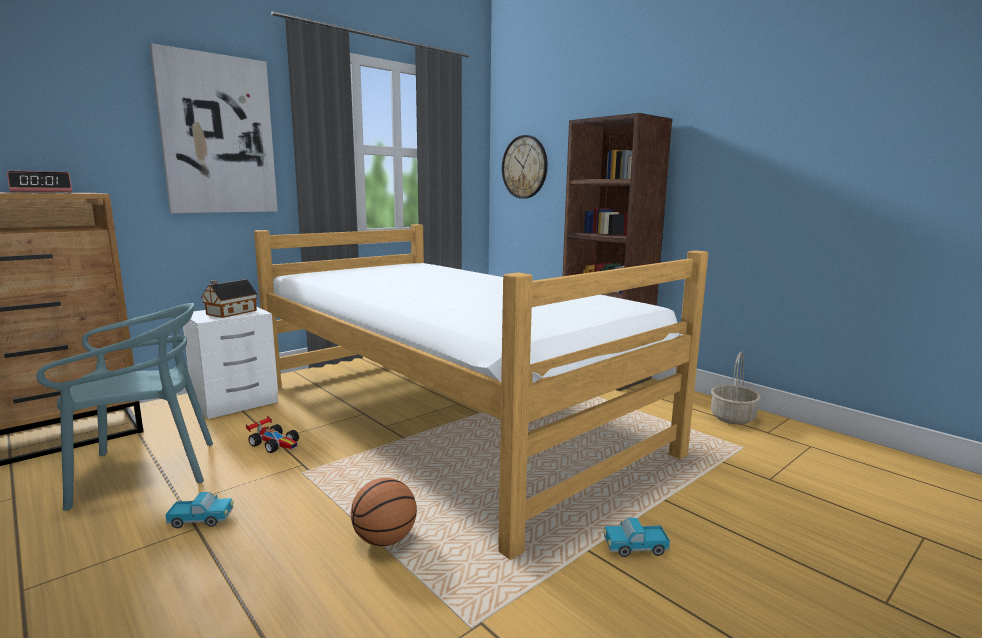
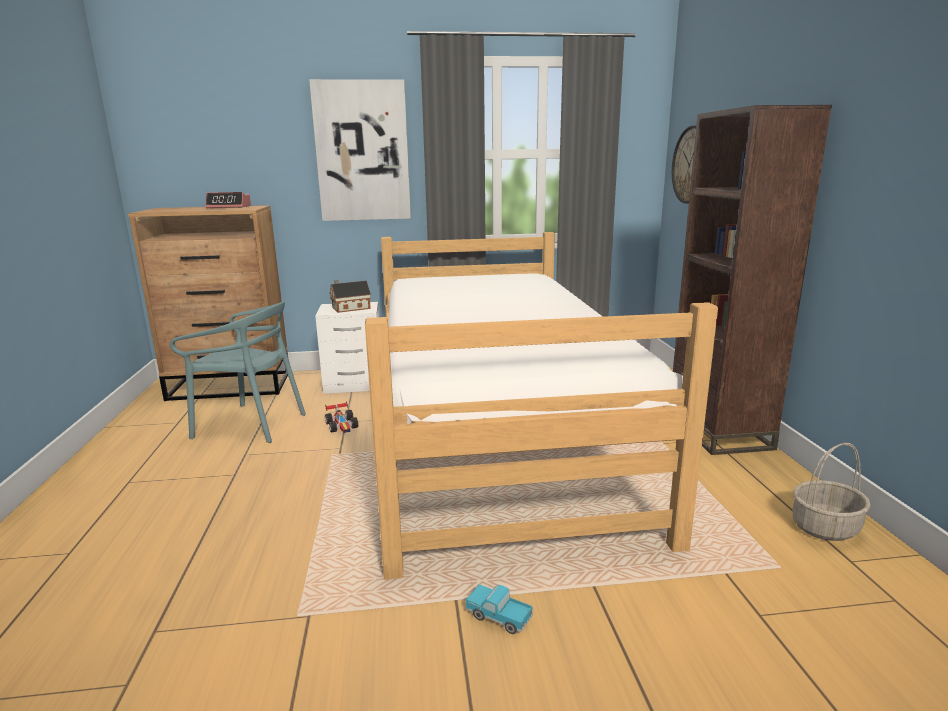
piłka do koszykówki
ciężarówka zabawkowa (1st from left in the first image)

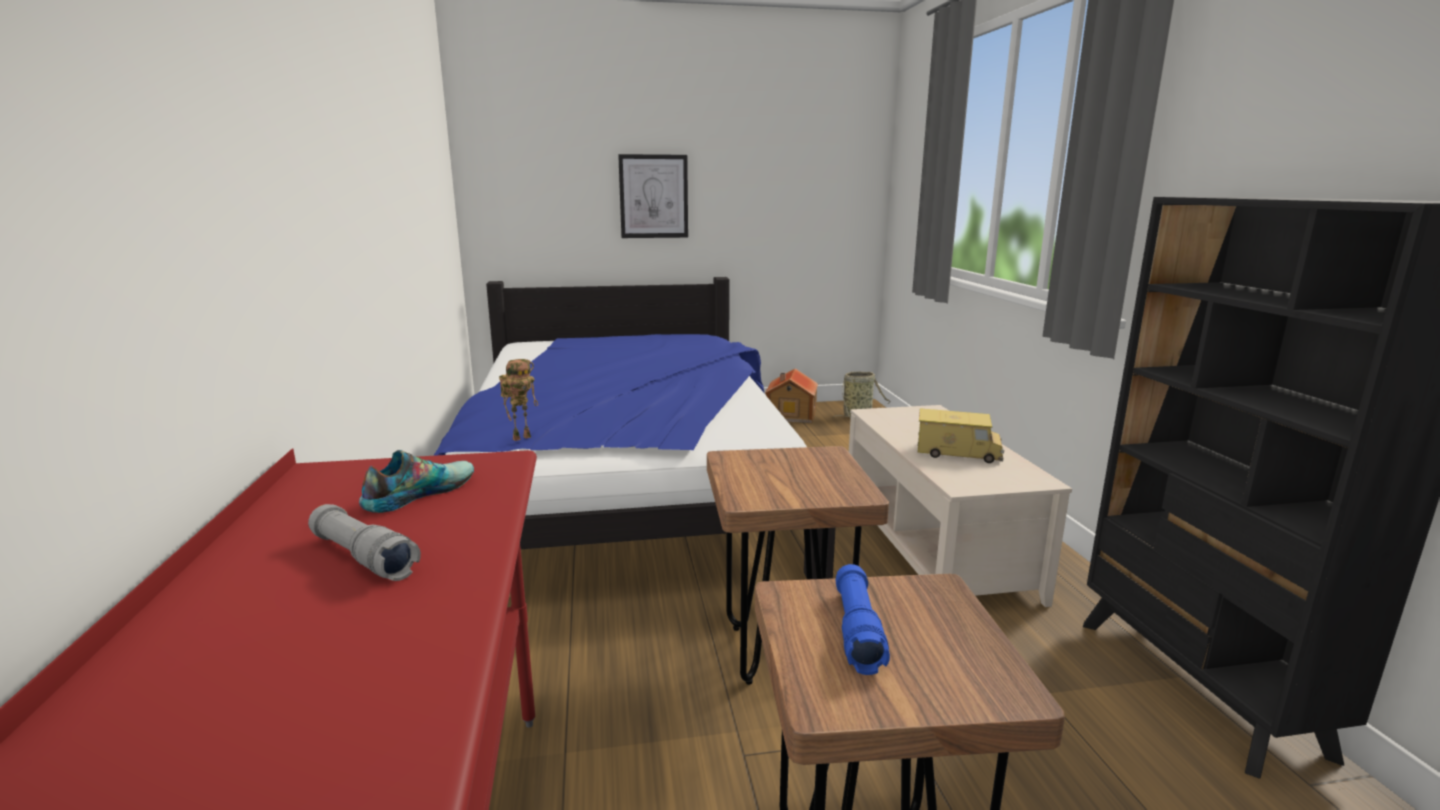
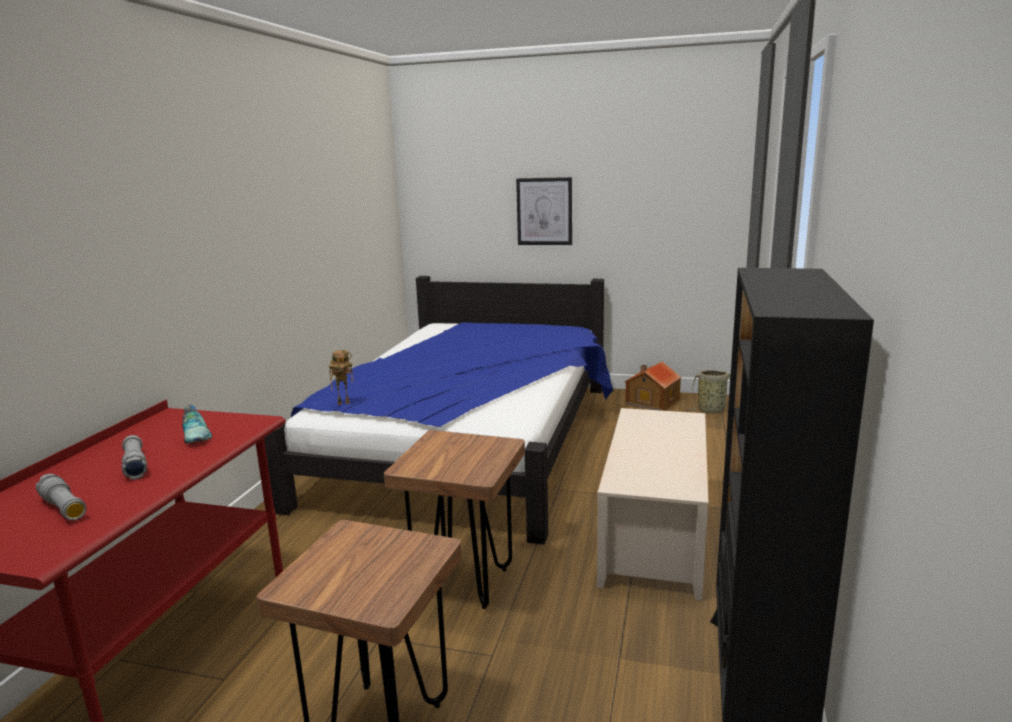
ciężarówka zabawkowa
but
latarka (niebieski)
latarka (szary) (1st from left)

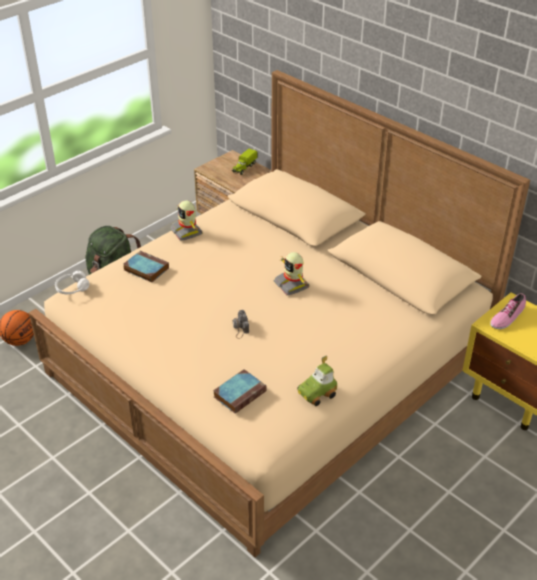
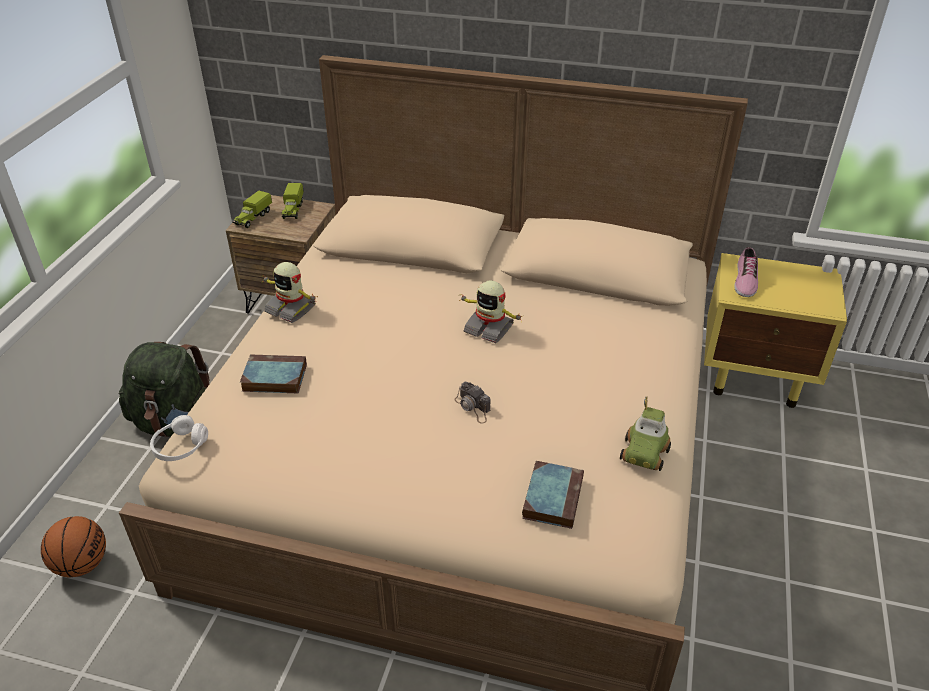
ciężarówka zabawkowa (1st from left)

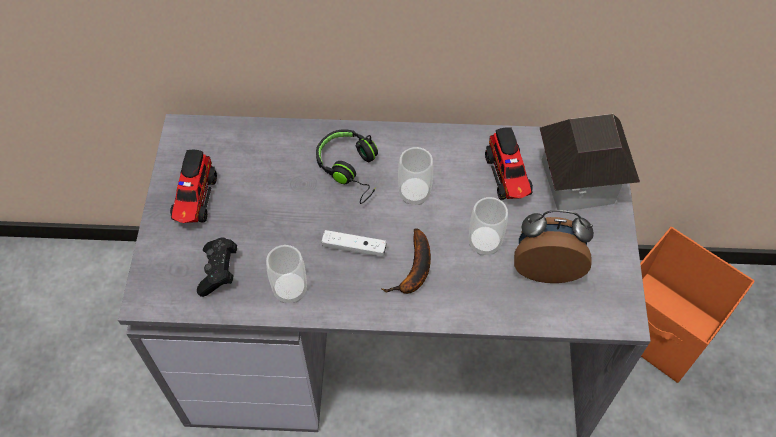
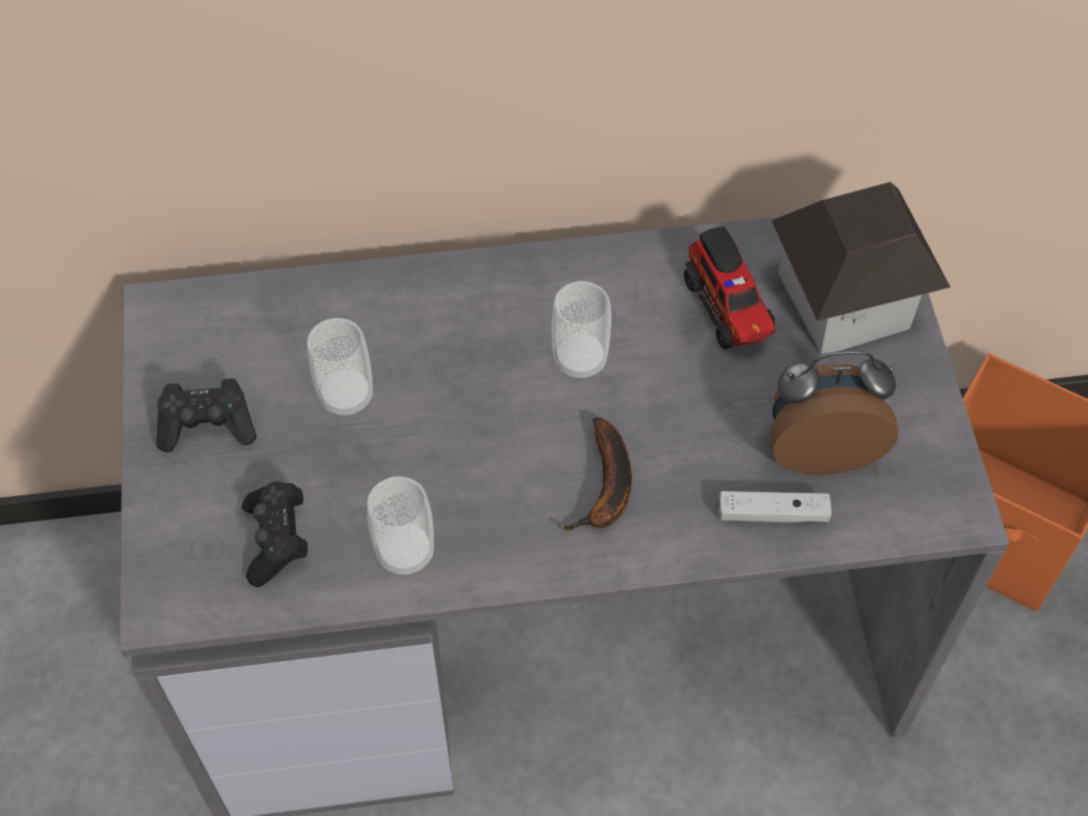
słuchawki (czarny)
pad do gier (czarny) (1st from left)
filiżanka (1st from left)
pad do gier (biały)

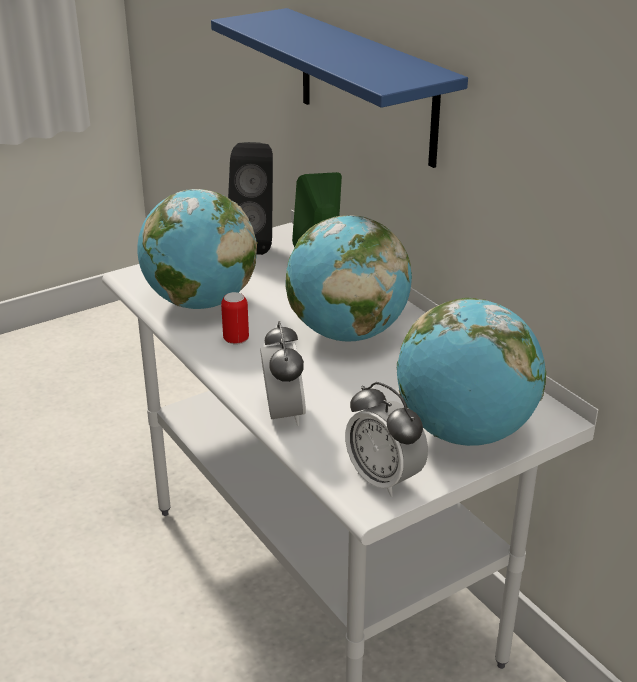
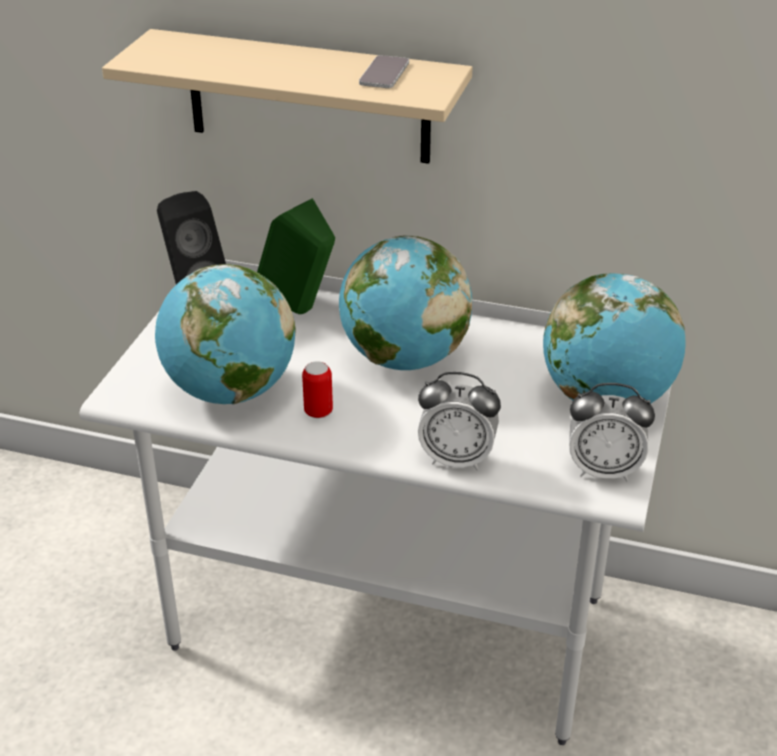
półka (beżowy)
budzik (1st from left)
telefon

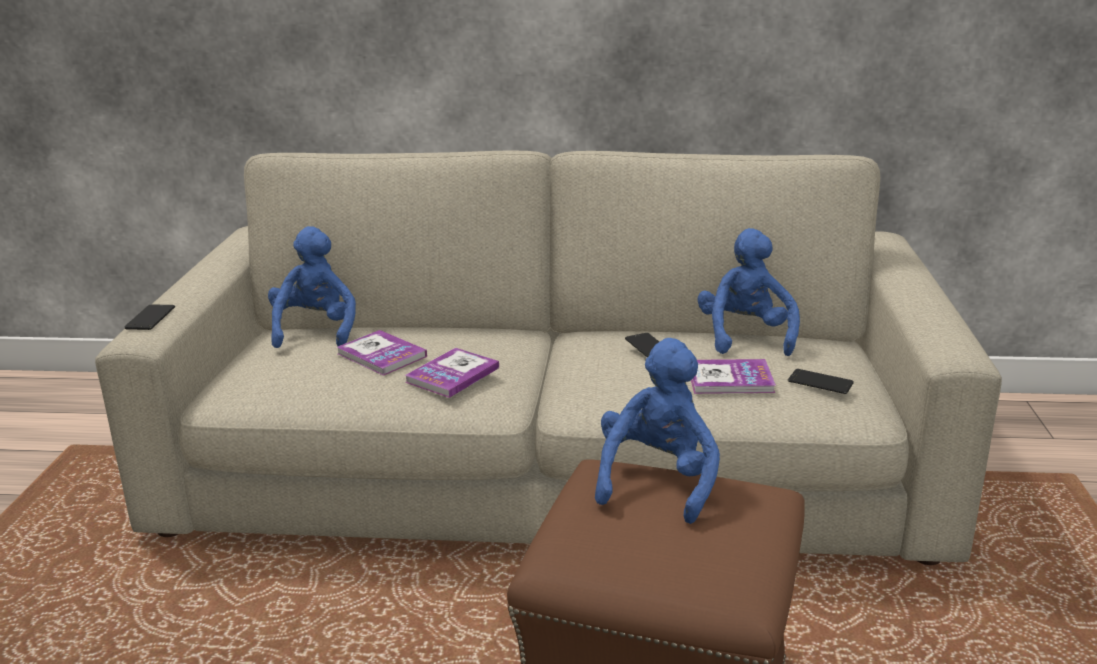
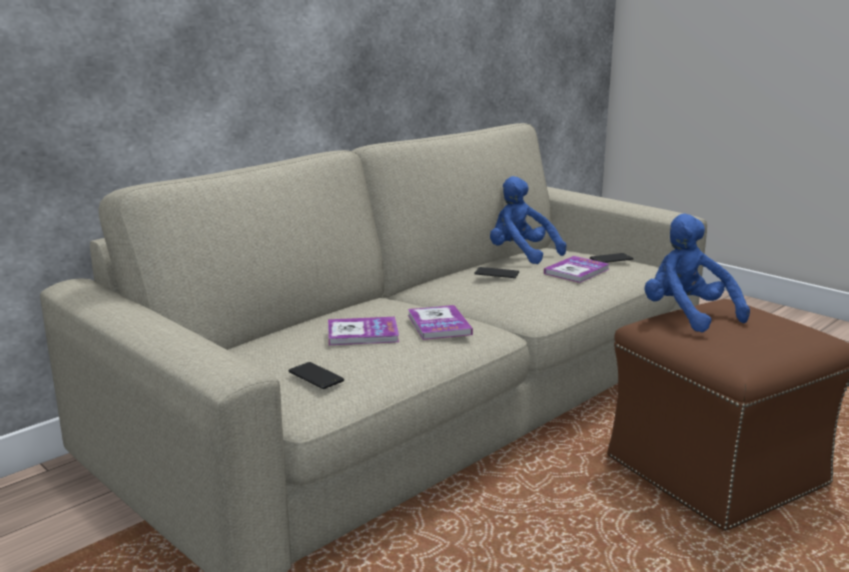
pluszak (niebieski) (1st from left in the first image)
telefon (1st from left)

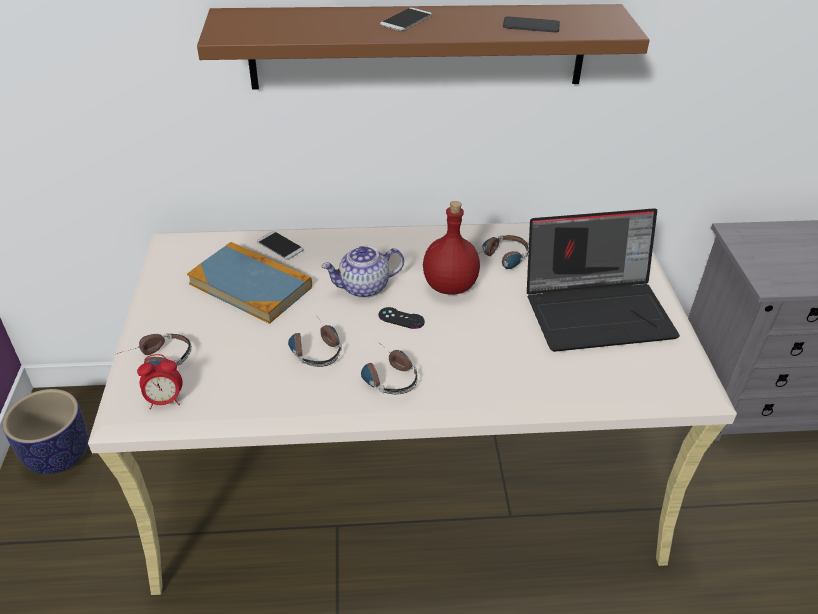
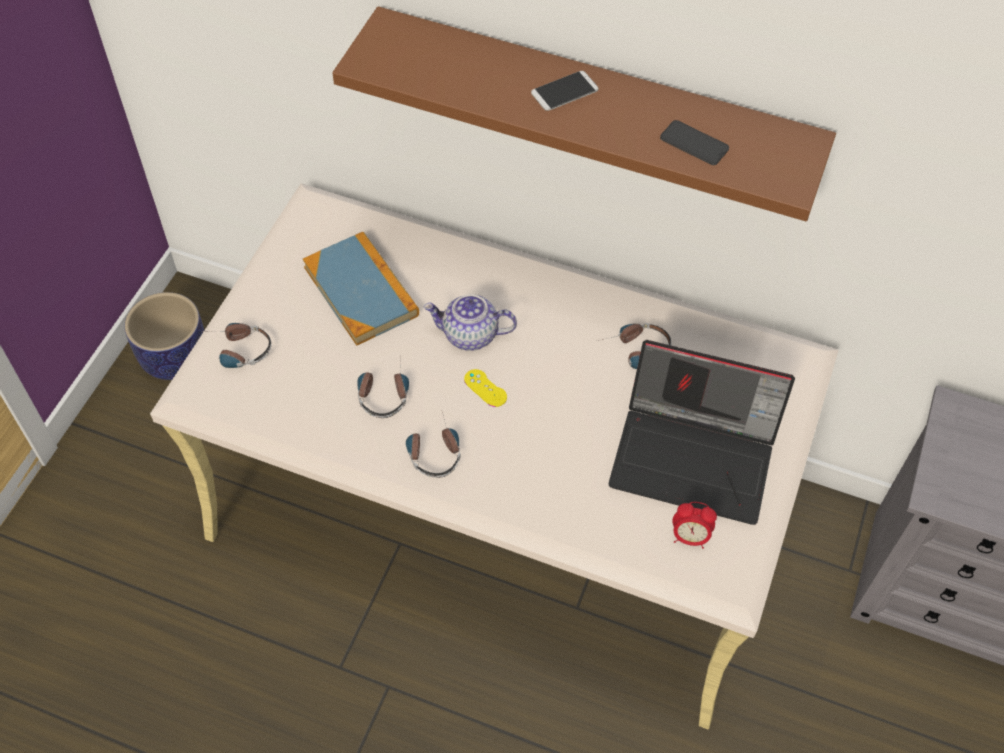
butelka (czerwony)
telefon (1st from left in the first image)
pad do gier (żółty)
budzik

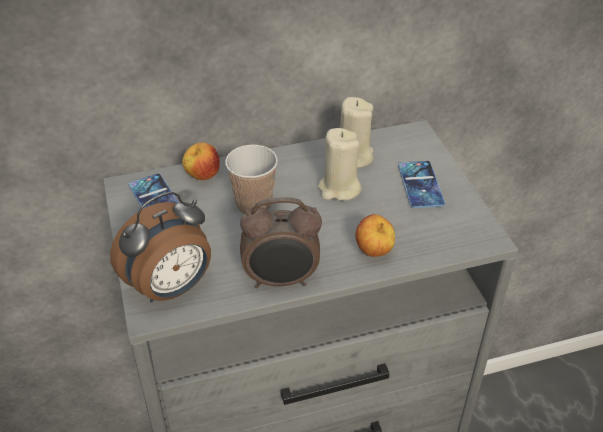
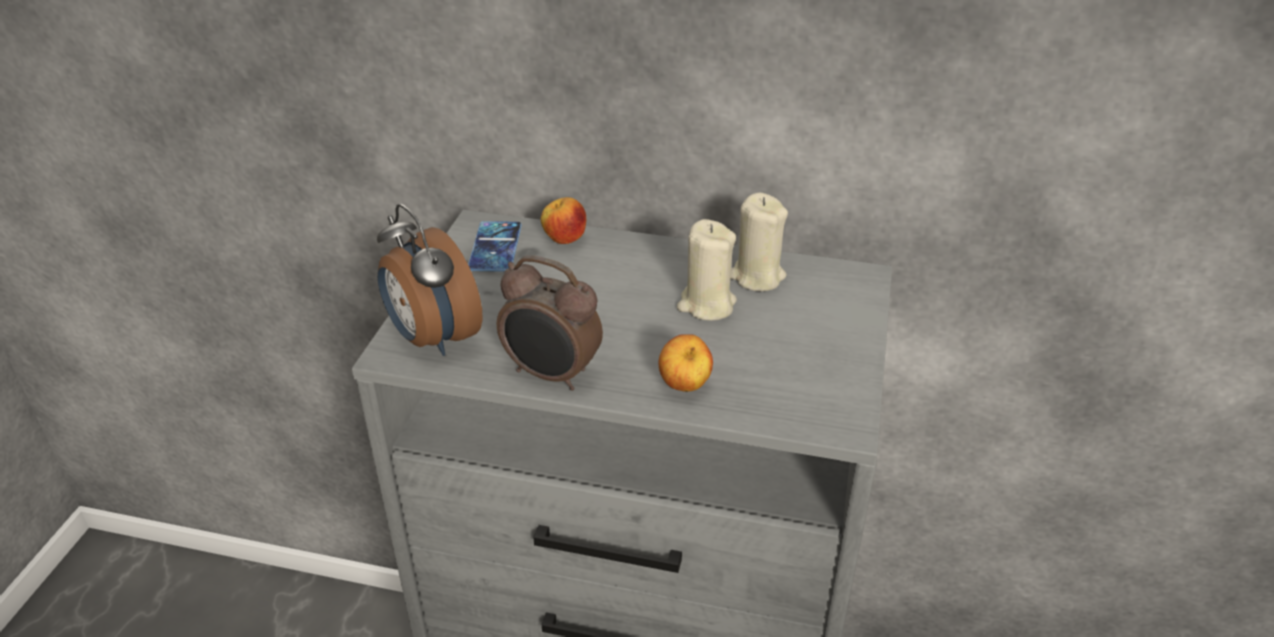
filiżanka
telefon (2nd from left in the first image)
budzik (1st from left)

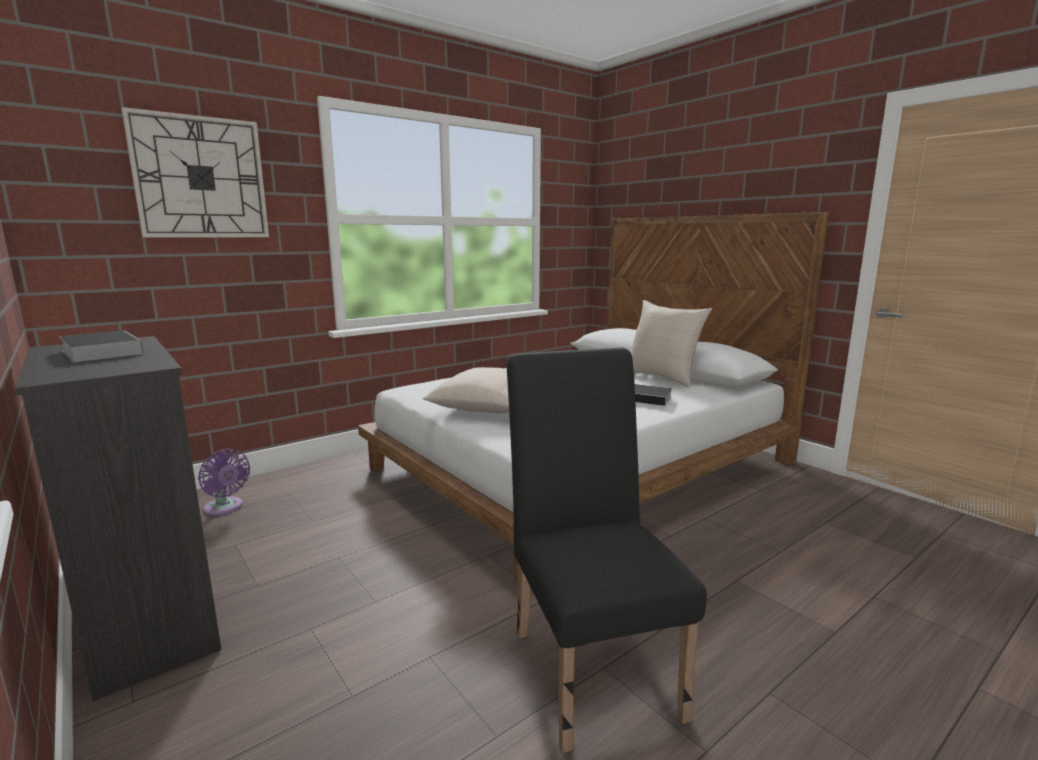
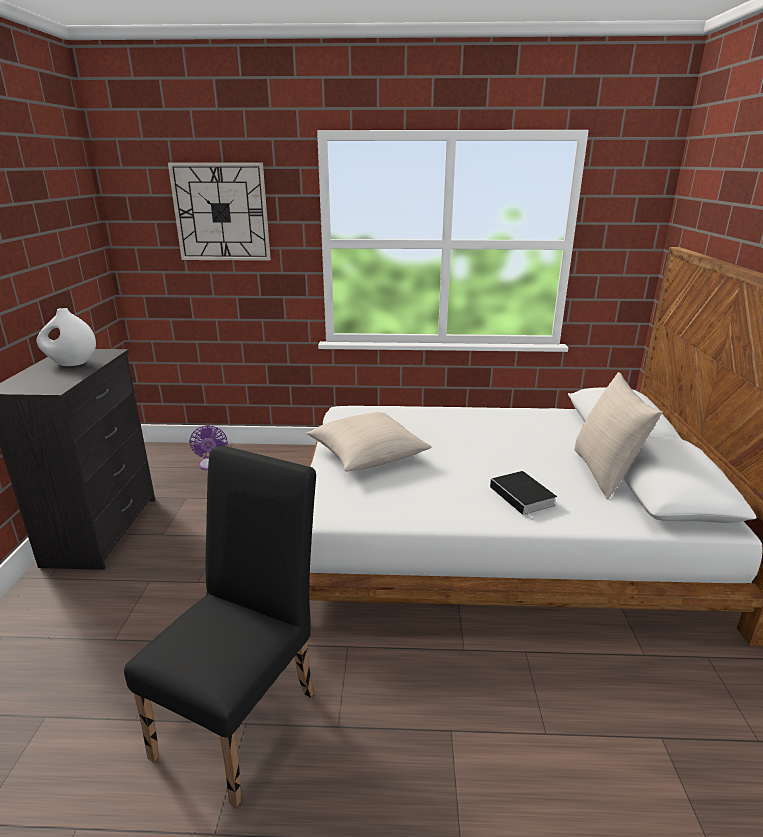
wazon (biały)

